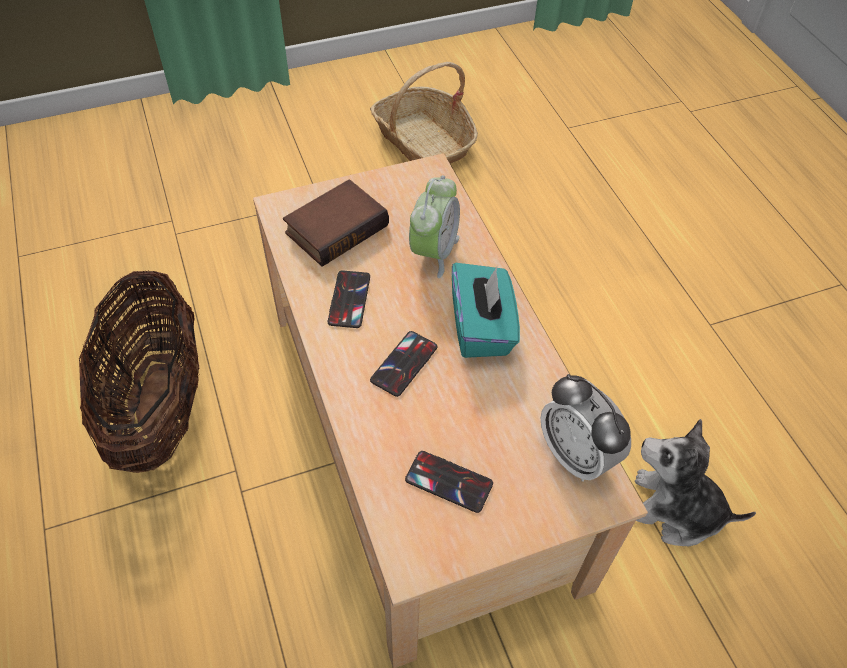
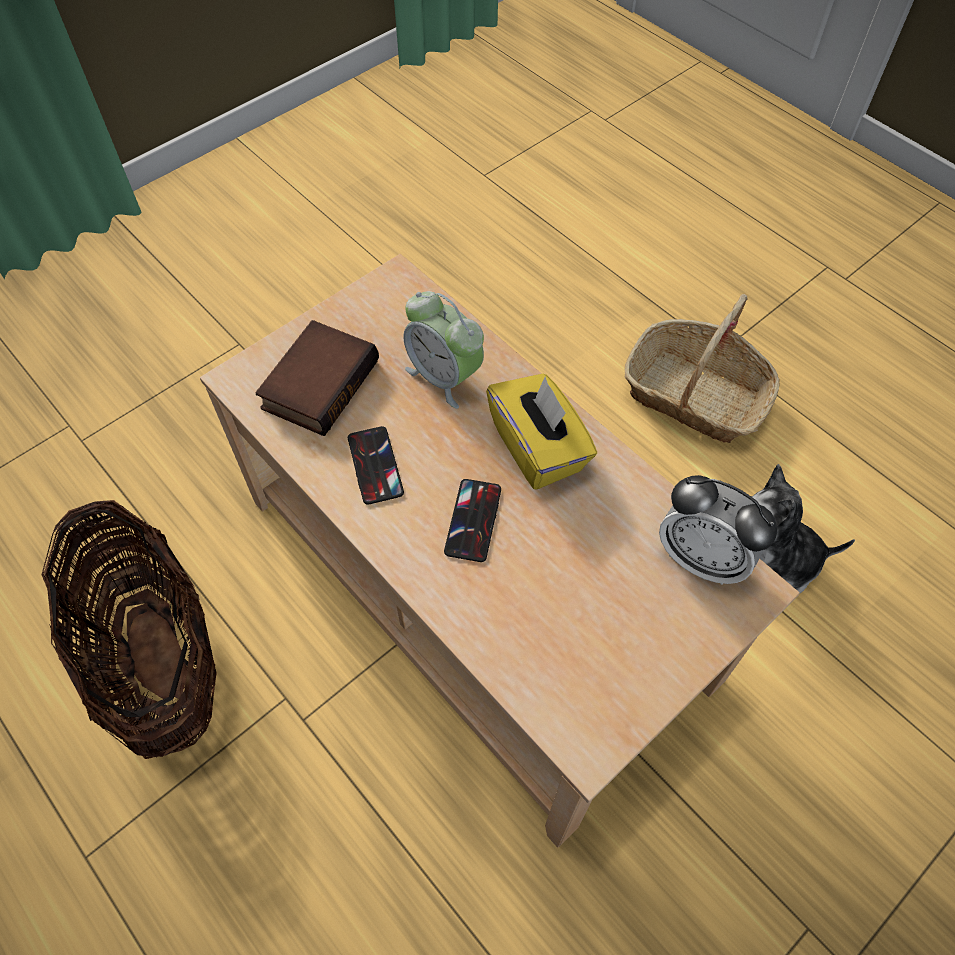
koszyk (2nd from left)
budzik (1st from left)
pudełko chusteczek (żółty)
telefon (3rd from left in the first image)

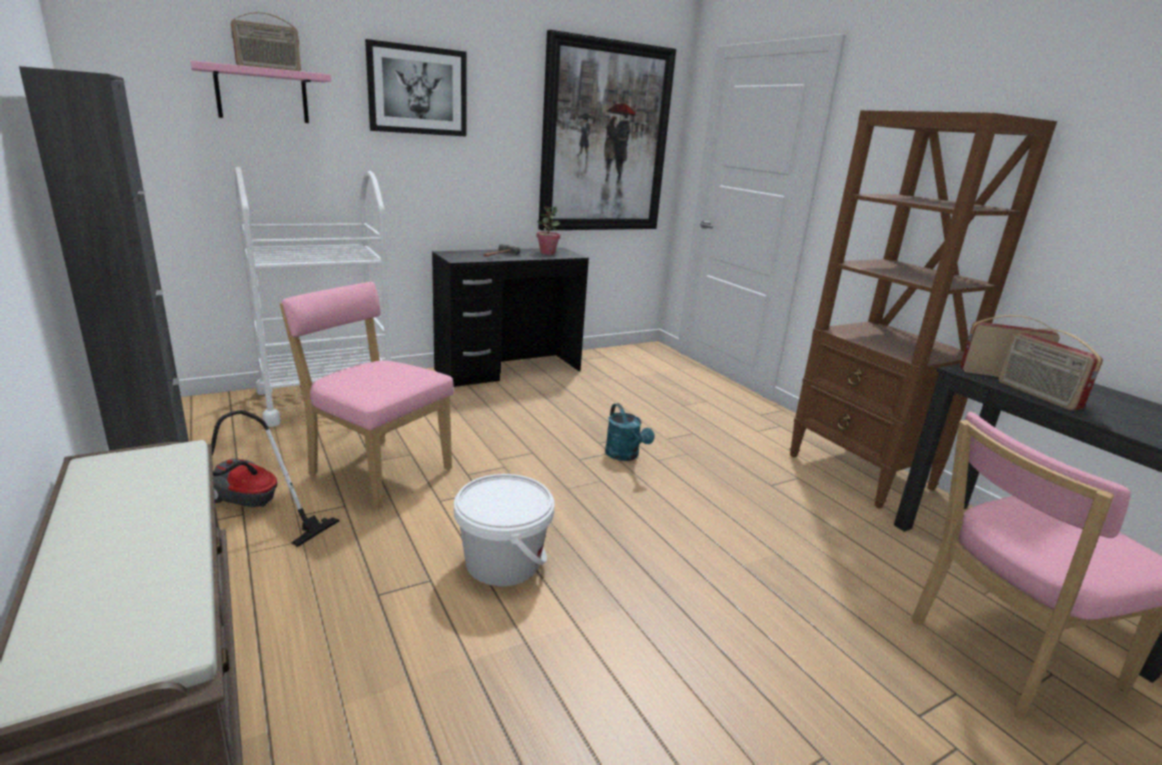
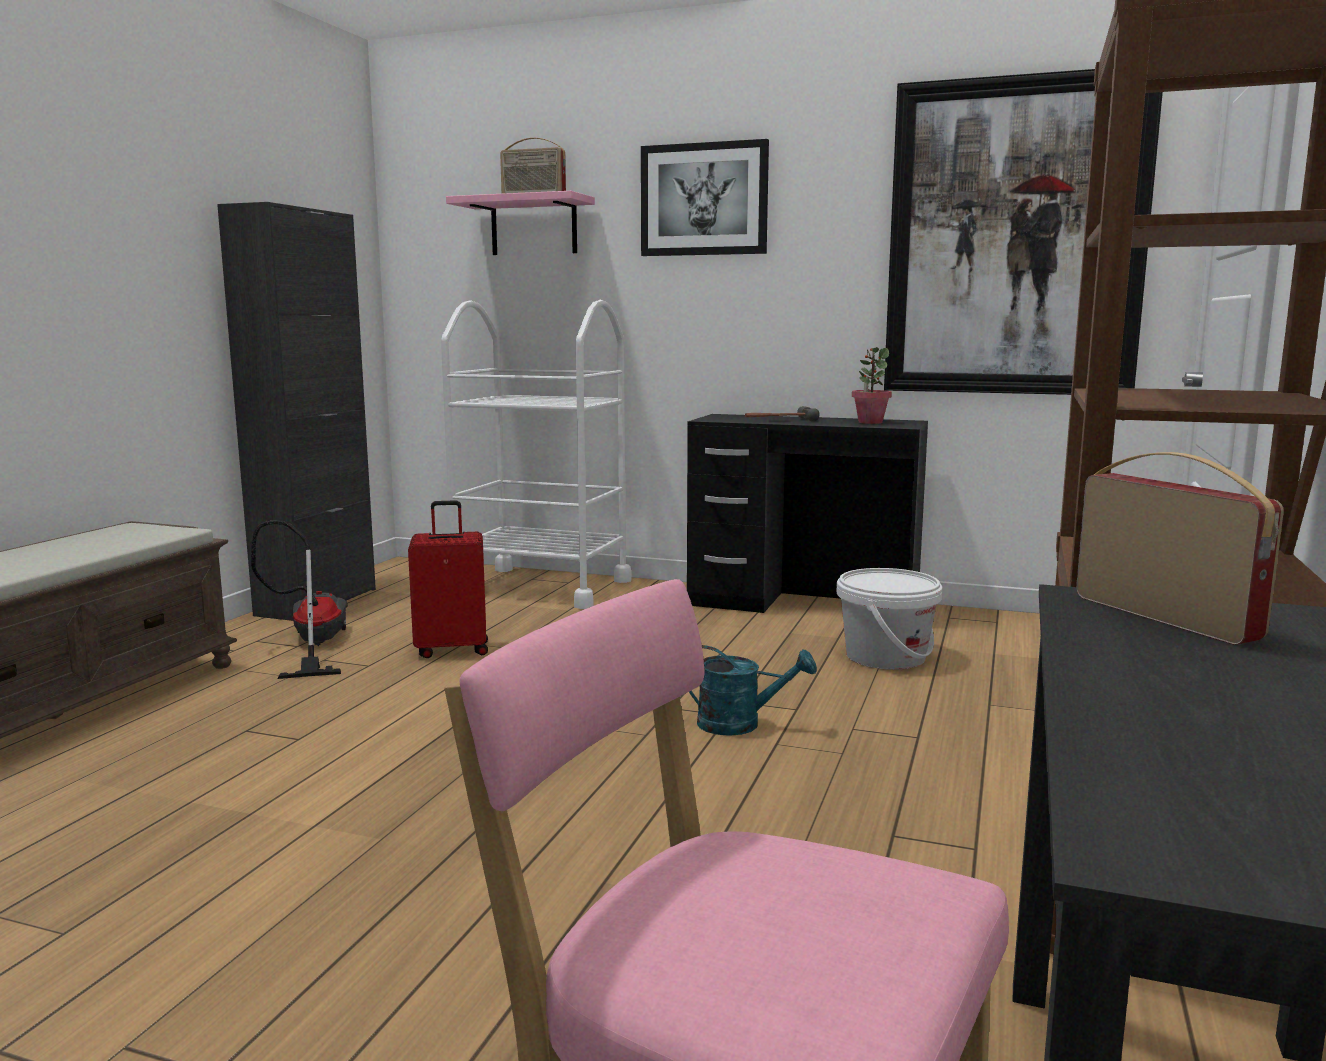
walizka (czerwony)
radio (3rd from left in the first image)
konewka (turkusowy)
wiadro (biały)

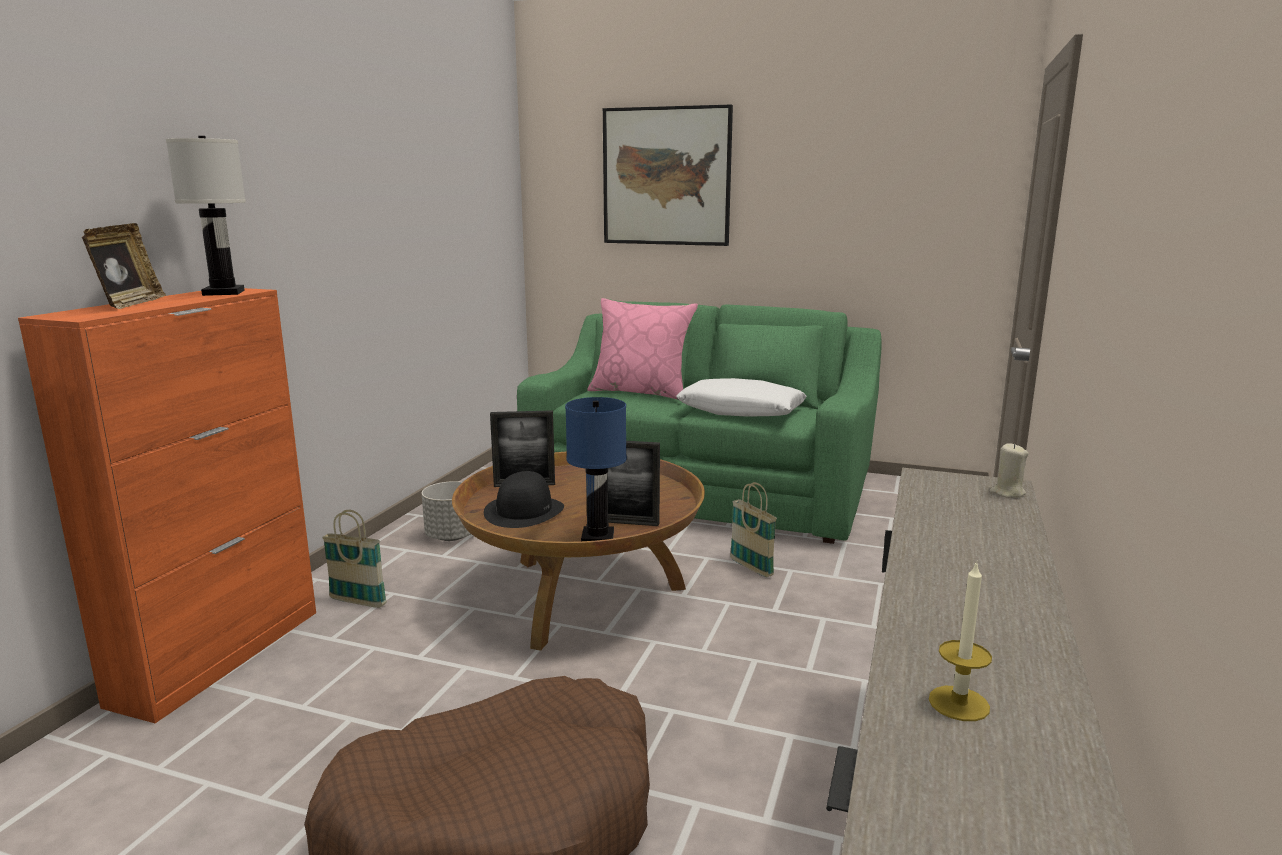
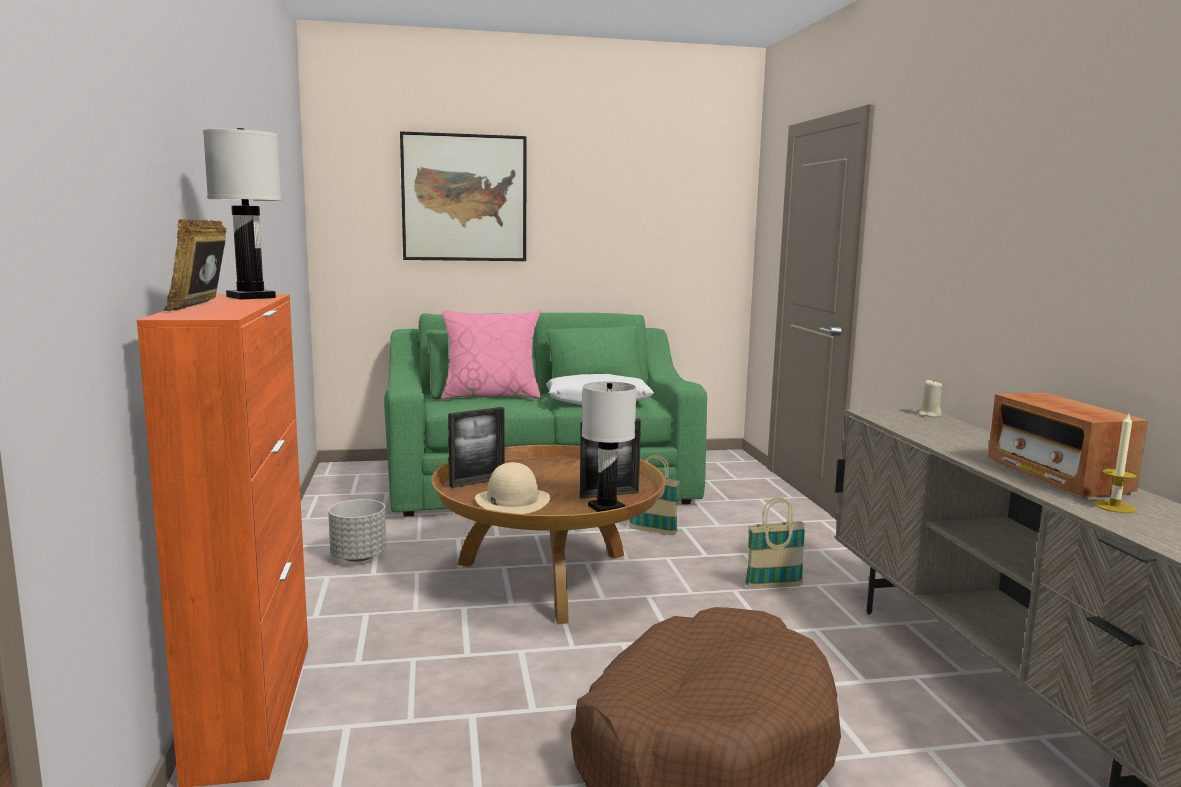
ramka na zdjęcie (1st from left)
lampa stołowa (biały) (2nd from left)
kapelusz (beżowy)
koszyk (2nd from left)
radio

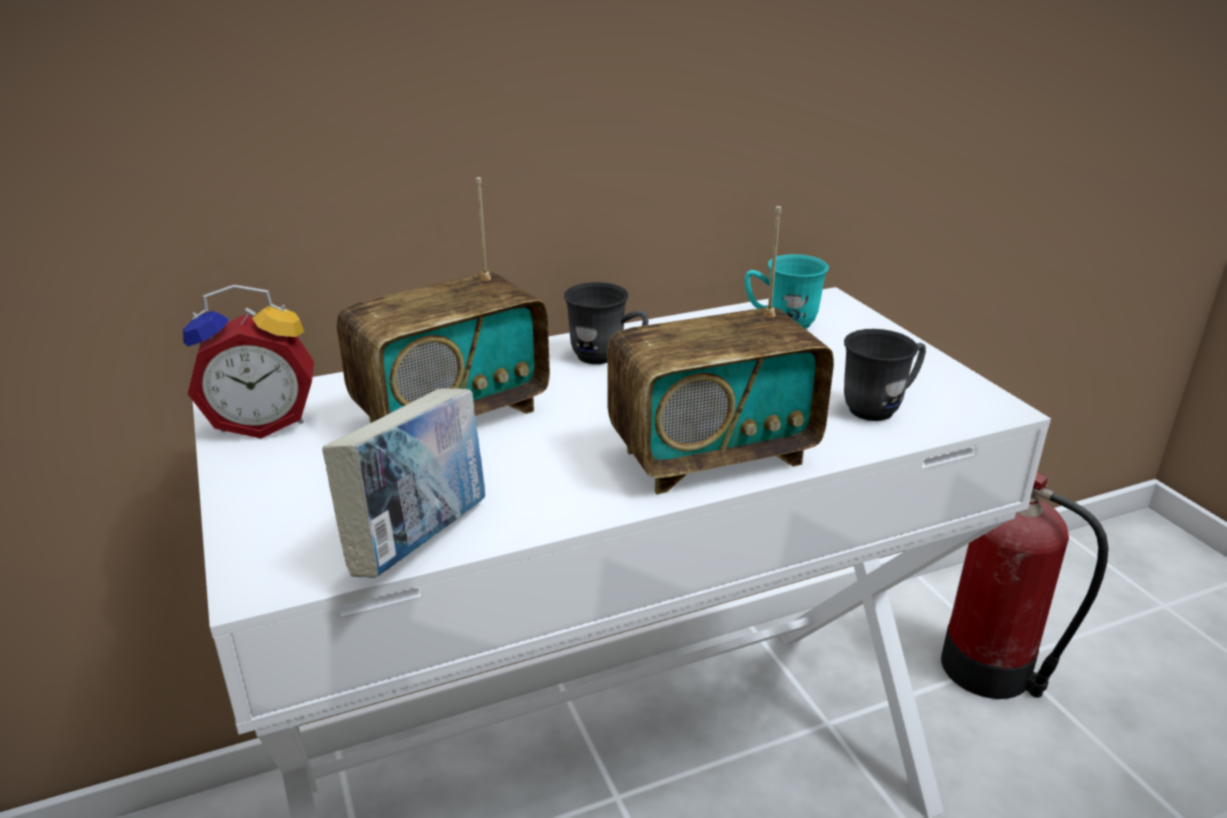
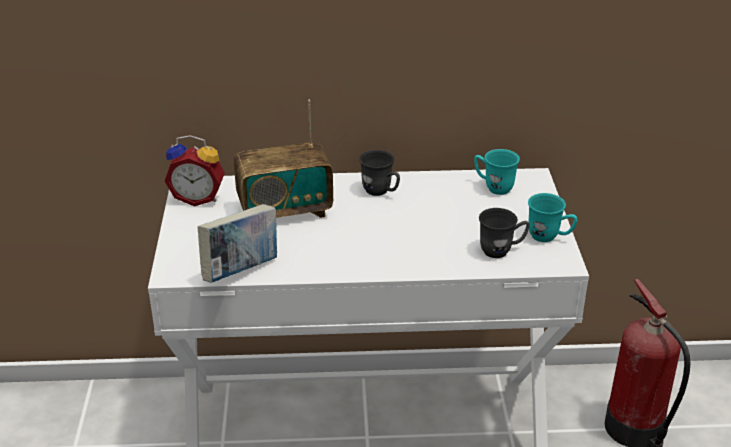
radio (2nd from left in the first image)
kubek (turkusowy) (2nd from left)

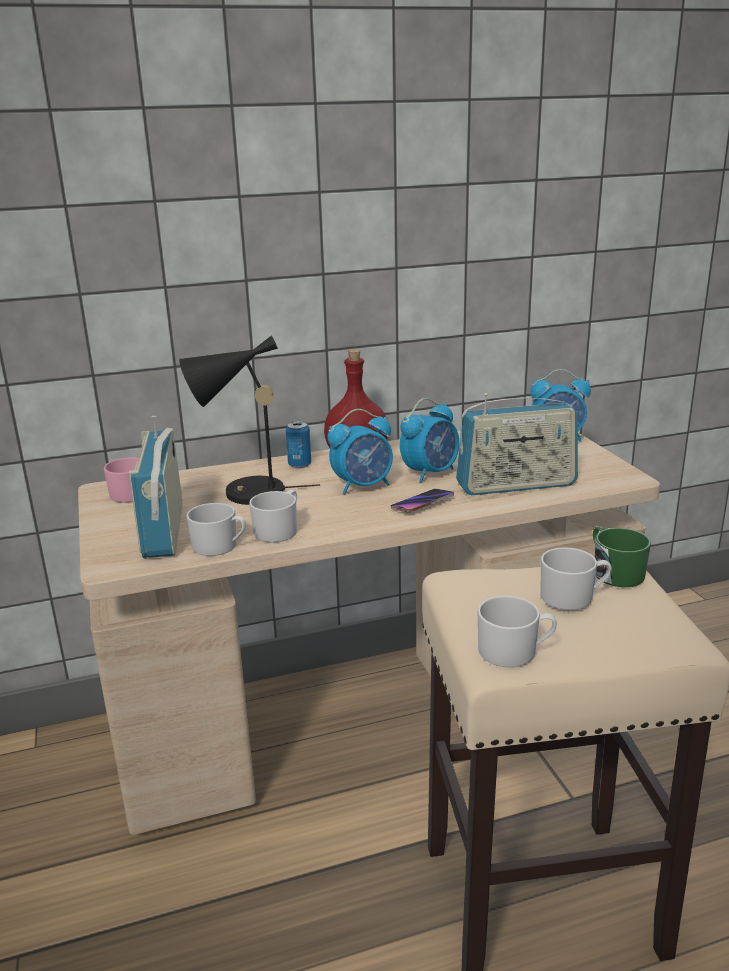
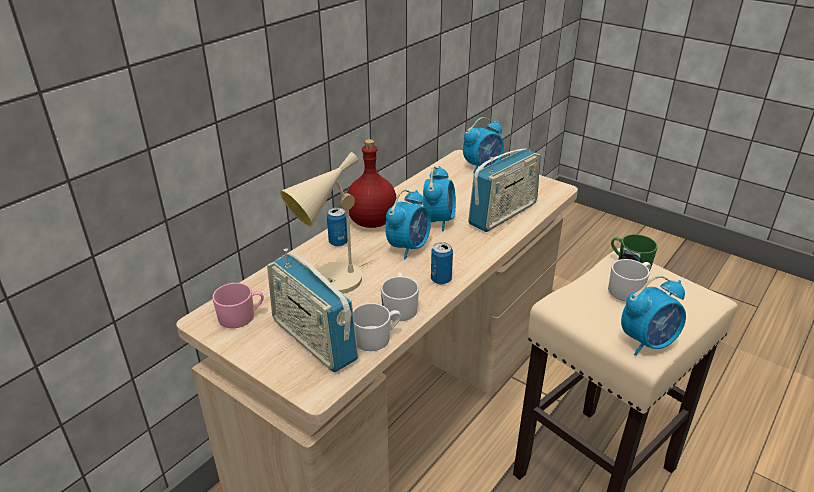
lampa stołowa (beżowy)
telefon
budzik (4th from left)
puszka (2nd from left)

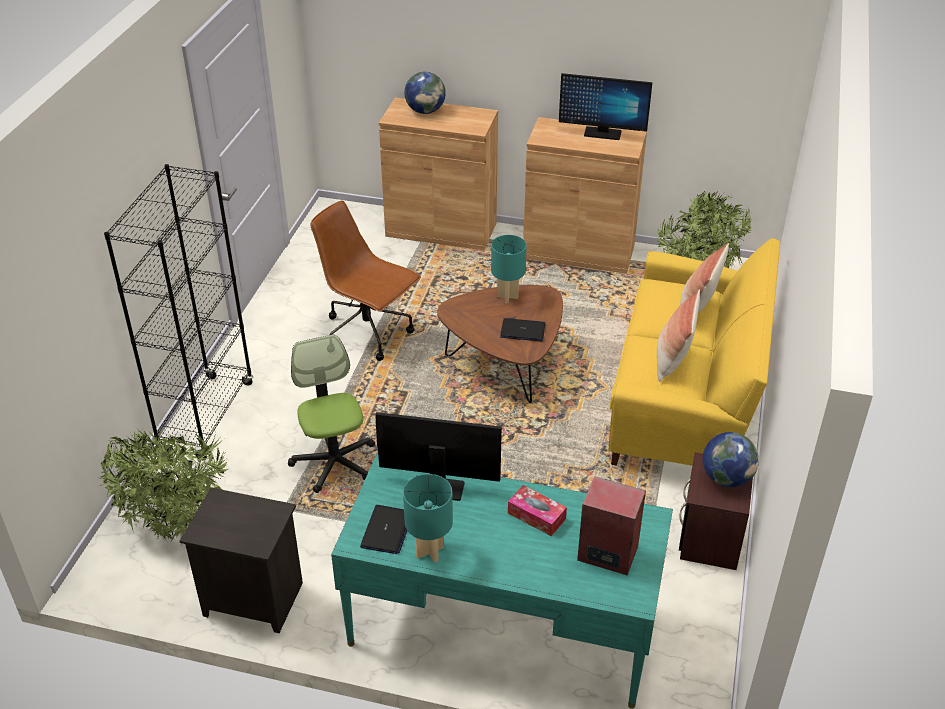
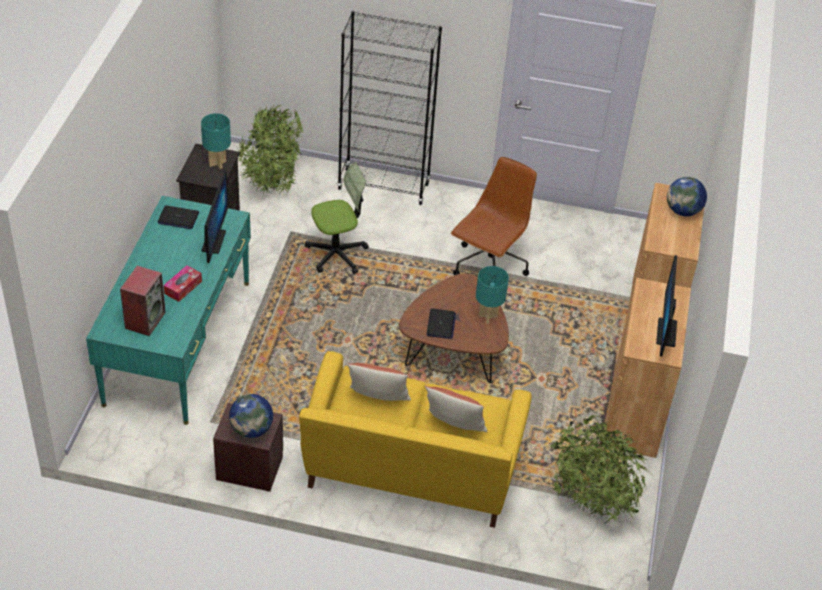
lampa stołowa (turkusowy) (1st from left)

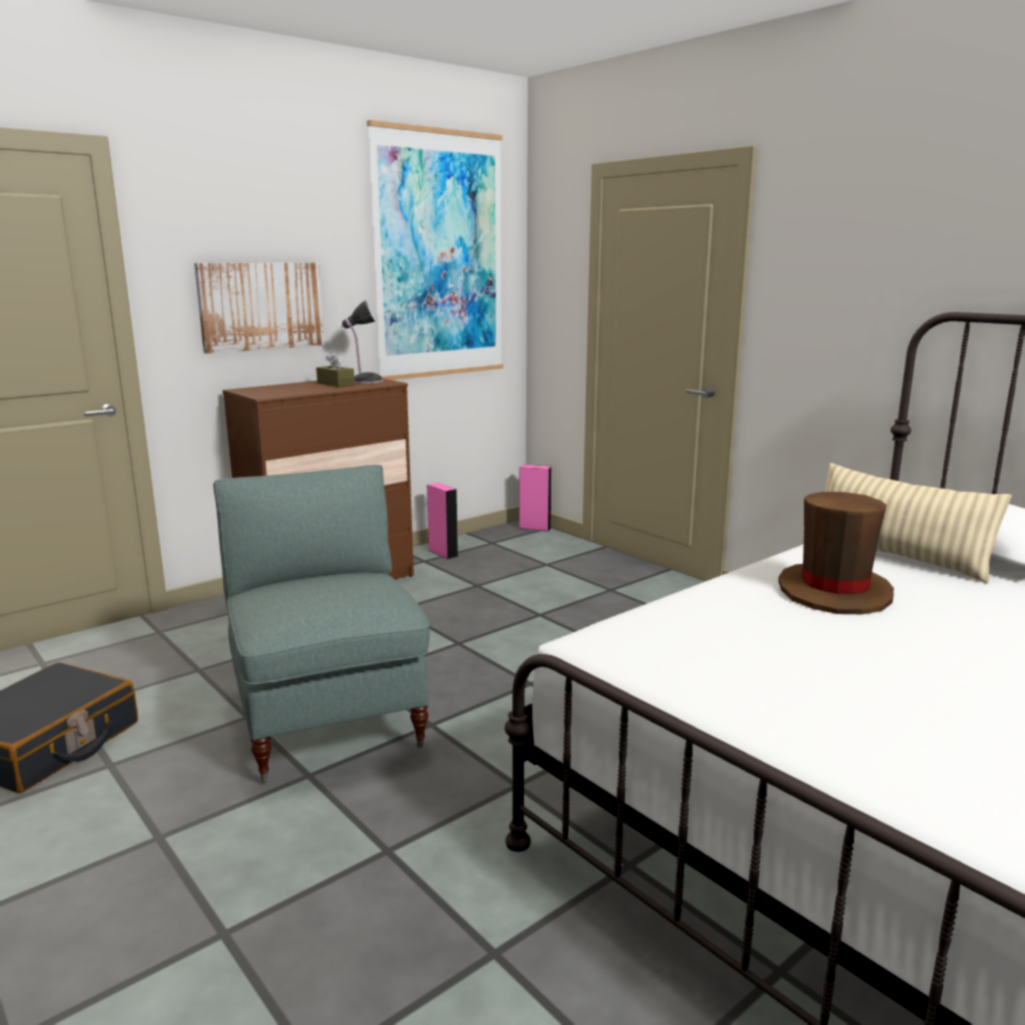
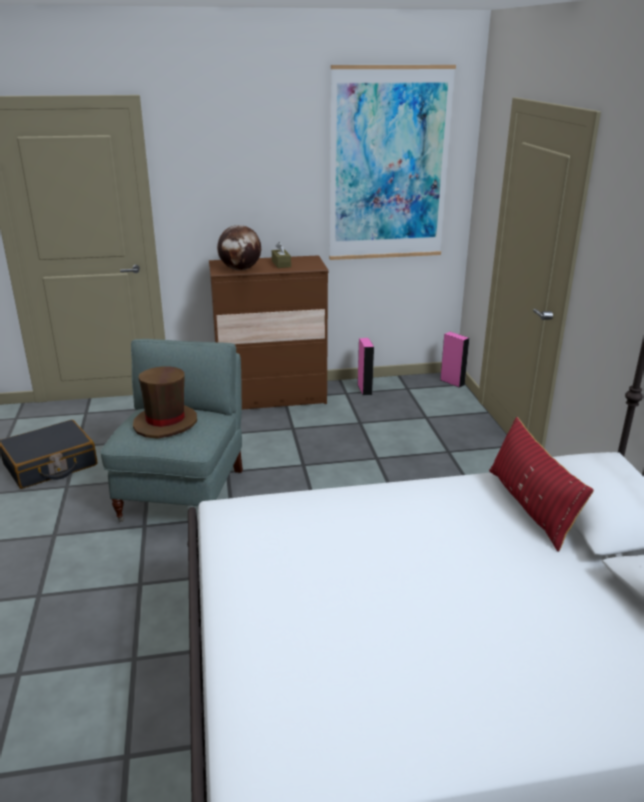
obraz (1st from left in the first image)
lampa stołowa
poduszka (czerwony)
kapelusz (brązowy)
globus

